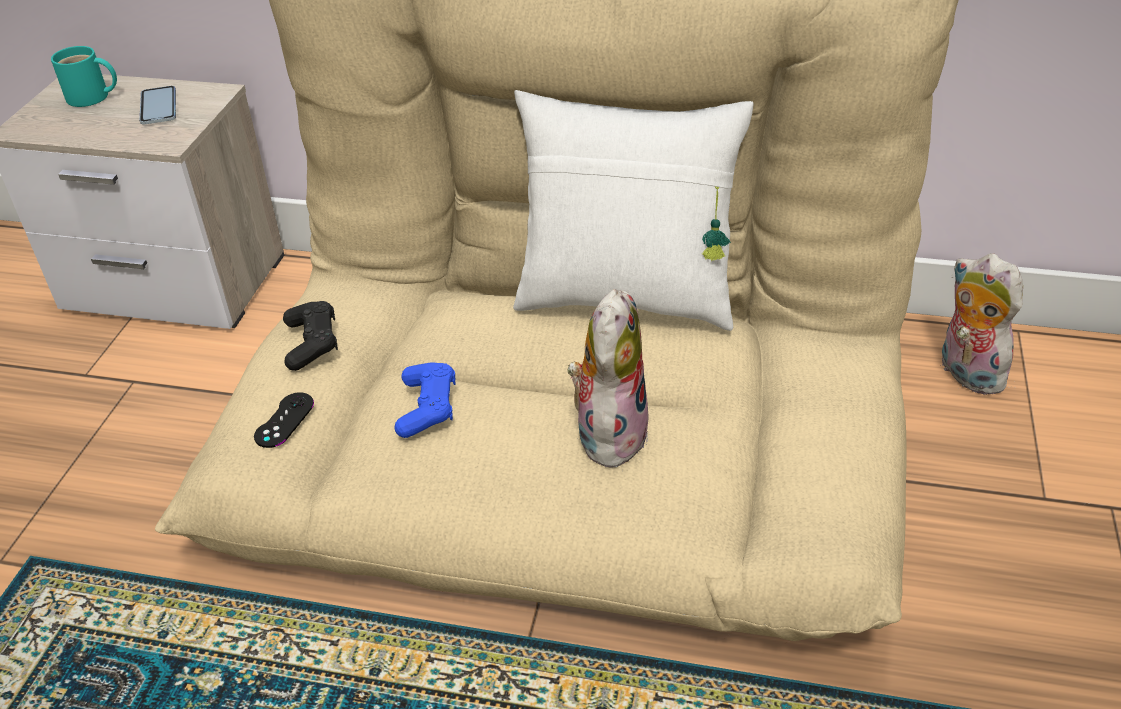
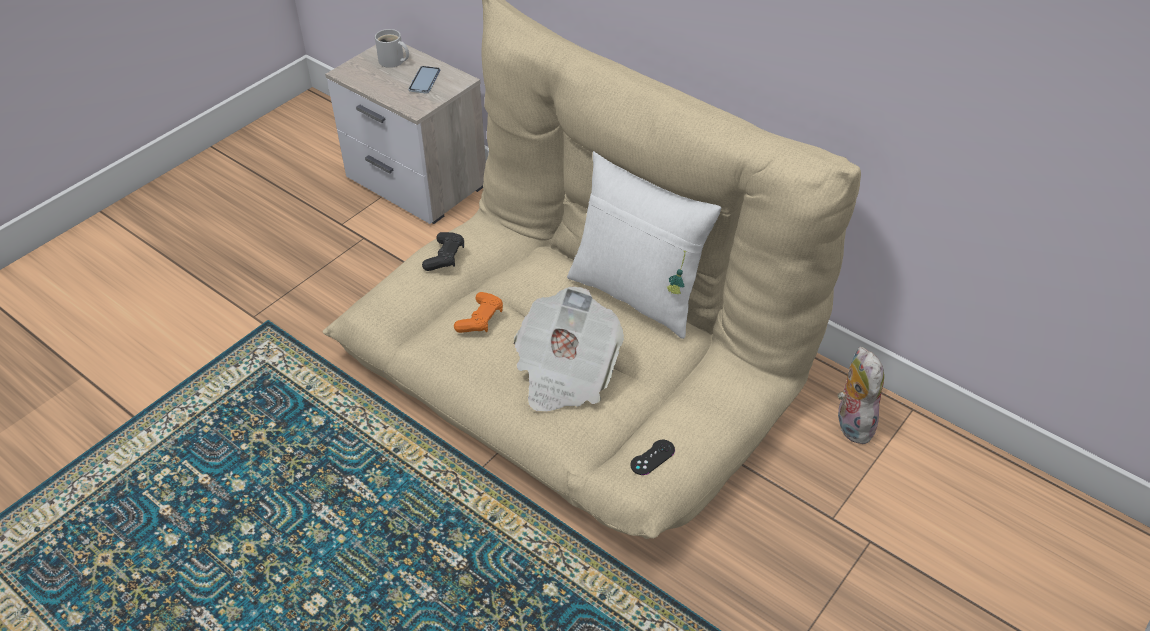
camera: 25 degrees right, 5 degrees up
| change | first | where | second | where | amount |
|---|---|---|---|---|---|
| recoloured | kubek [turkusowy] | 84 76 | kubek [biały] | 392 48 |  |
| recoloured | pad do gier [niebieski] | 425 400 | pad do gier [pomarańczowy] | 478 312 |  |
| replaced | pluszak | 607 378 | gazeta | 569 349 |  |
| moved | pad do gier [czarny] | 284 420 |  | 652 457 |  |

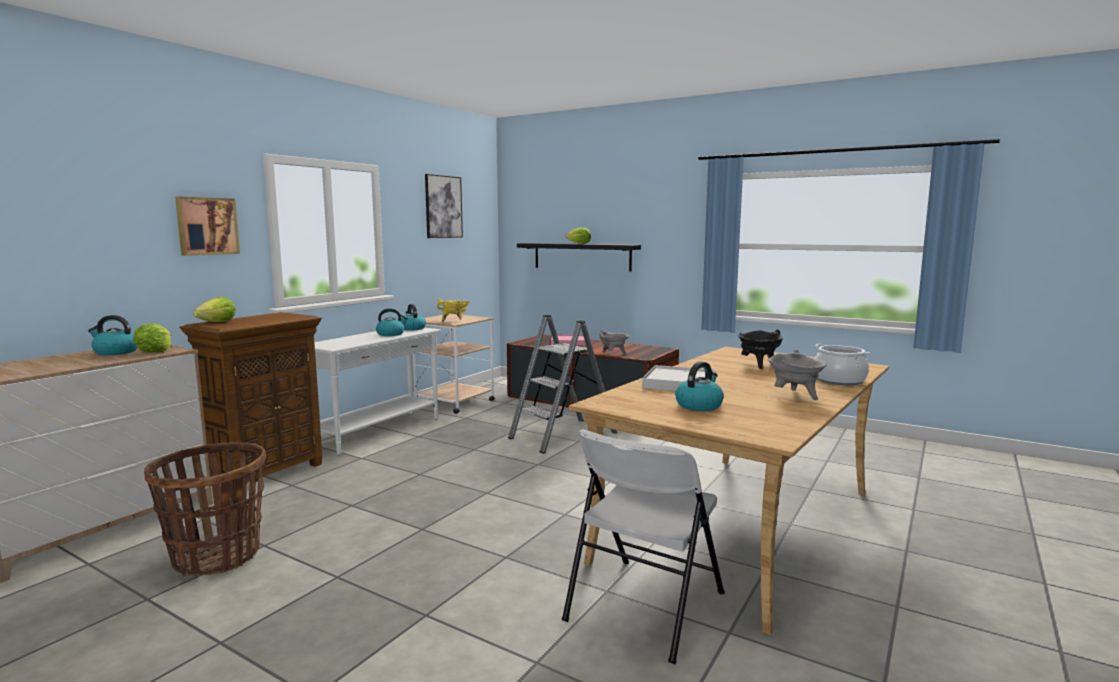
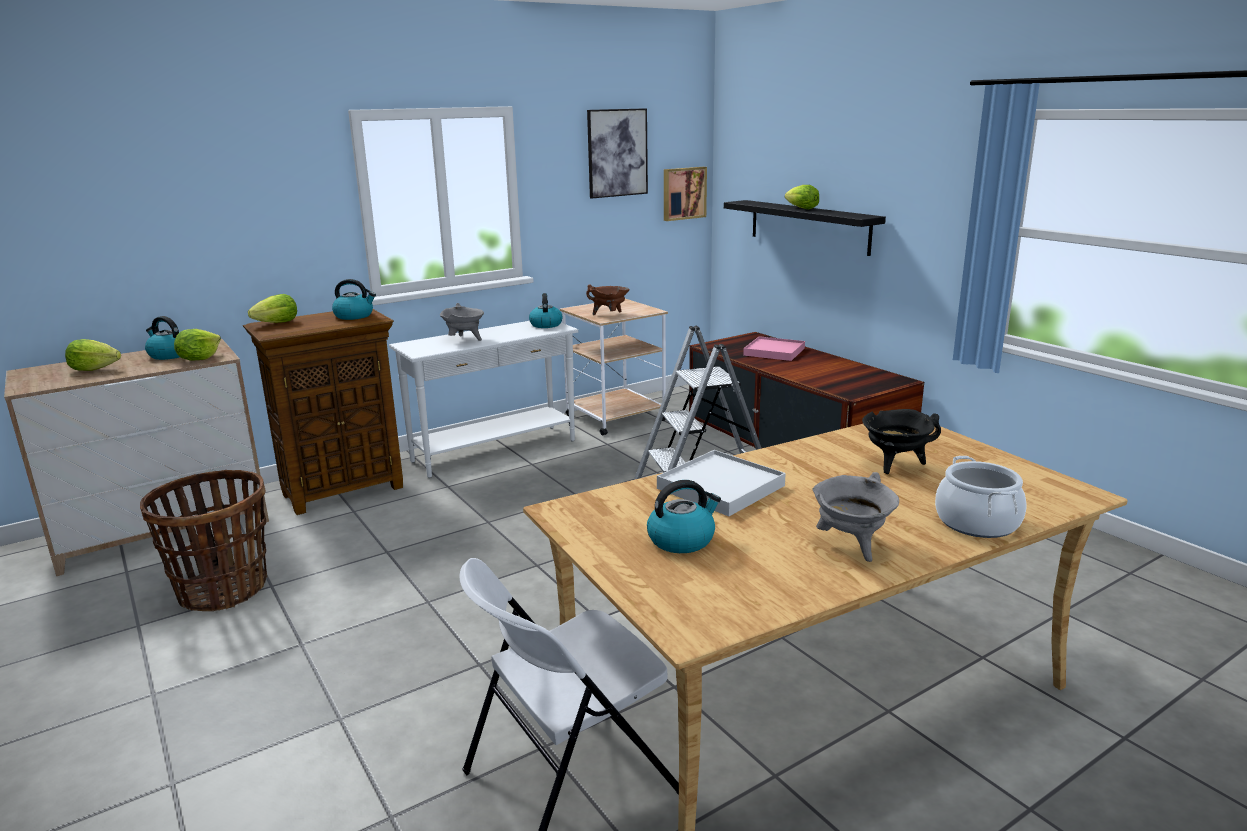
camera: 25 degrees right, 10 degrees up
| change | first | where | second | where | amount |
|---|---|---|---|---|---|
| added |  |  | sałata | 93 355 |  |
| moved | czajnik | 392 322 |  | 354 299 |  |
| moved | garnek [szary] | 614 342 |  | 462 322 |  |
| recoloured | garnek [żółty] | 453 310 | garnek [brązowy] | 608 299 |  |
| moved | obraz | 207 226 |  | 685 194 |  |

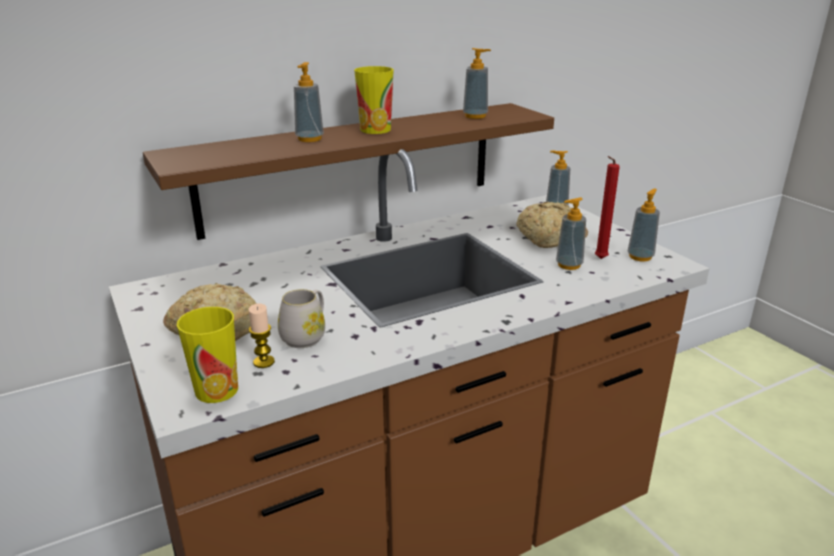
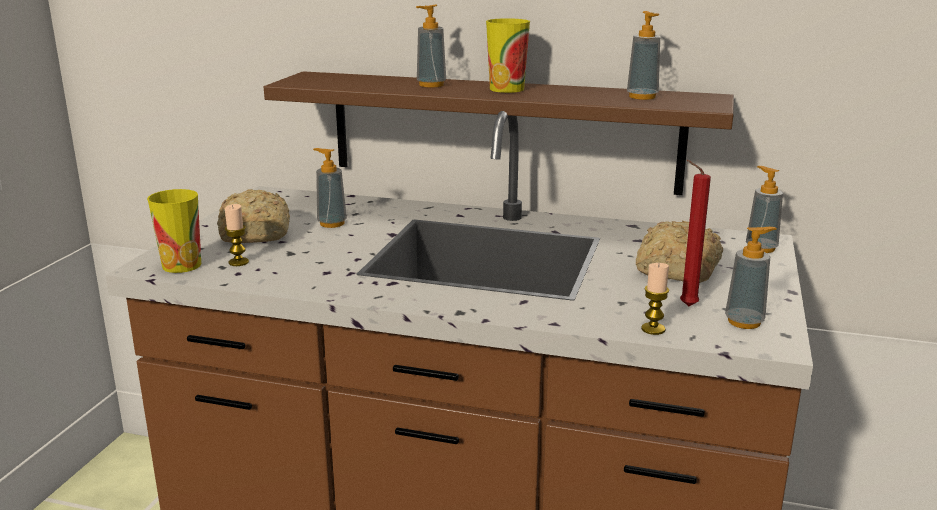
camera: 45 degrees right, 5 degrees down
| change | first | where | second | where | amount |
|---|---|---|---|---|---|
| moved | dozownik mydła | 571 233 |  | 330 188 |  |
| added |  |  | świeca | 655 299 |  |
| removed | kubek [biały] | 301 318 |  |  |  |

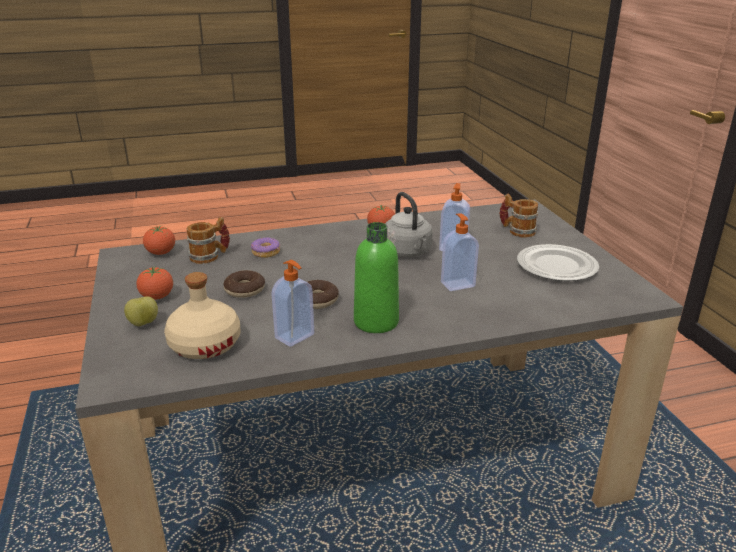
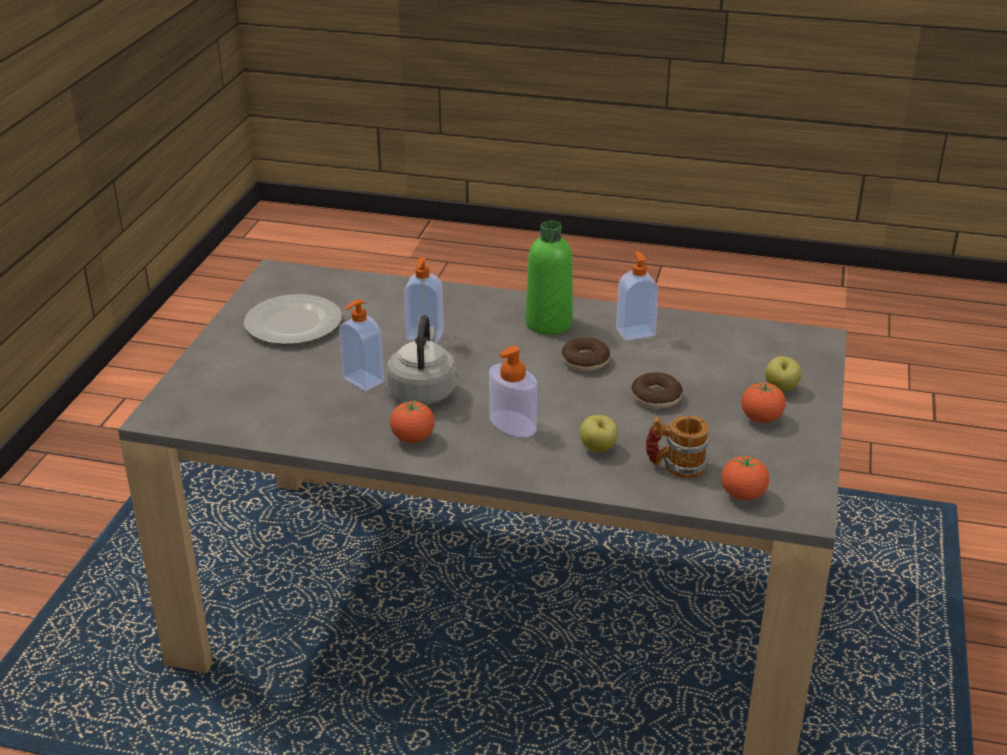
camera: 150 degrees left, 5 degrees up
| change | first | where | second | where | amount |
|---|---|---|---|---|---|
| added |  |  | dozownik mydła | 513 391 |  |
| replaced | donut | 265 248 | jabłko | 599 433 |  |
| removed | butelka [beżowy] | 202 315 |  |  |  |
| removed | kubek | 518 215 |  |  |  |

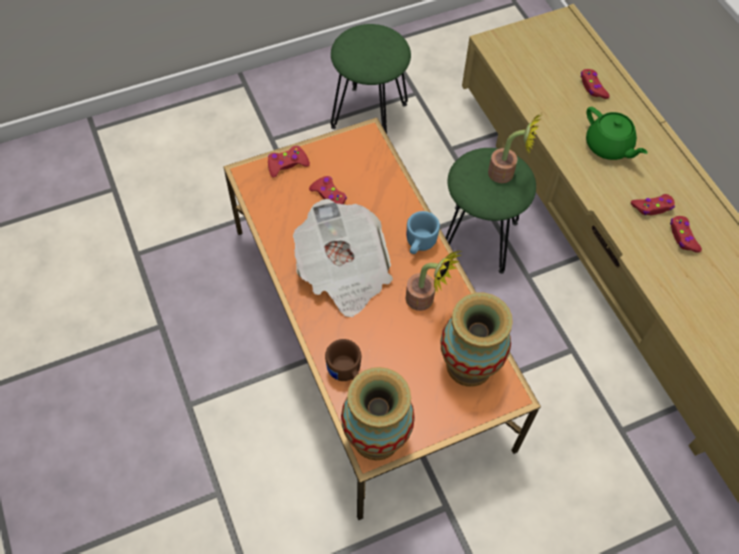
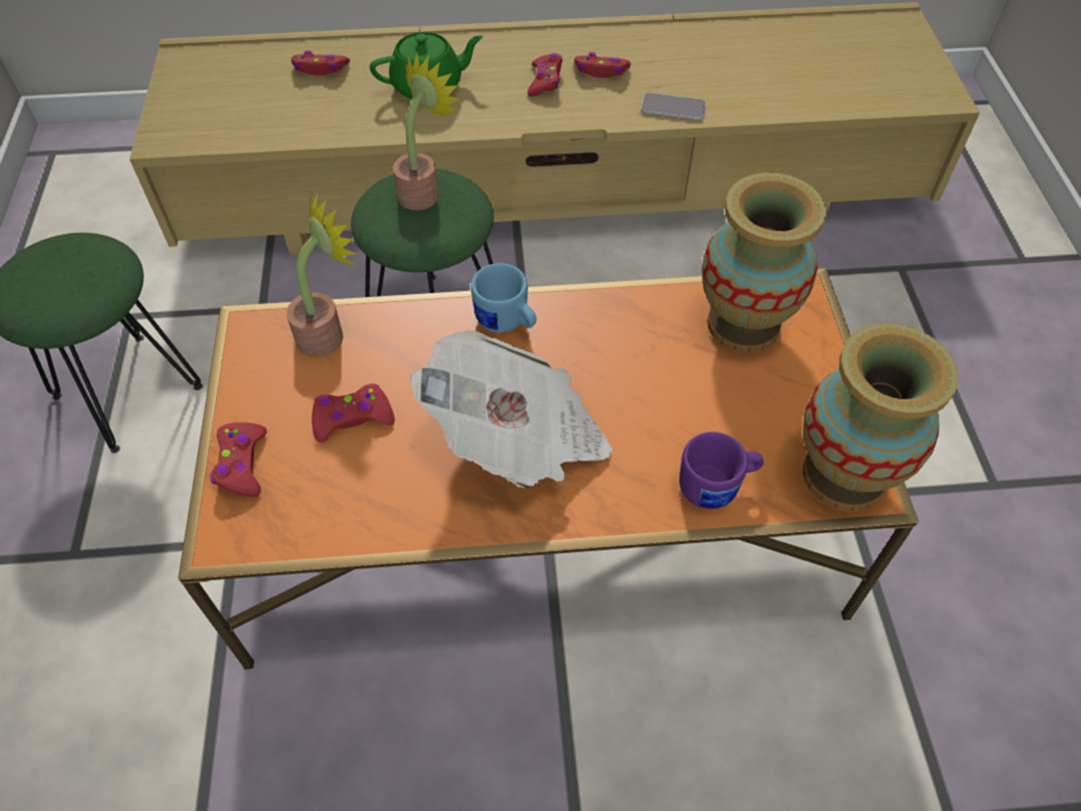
camera: 70 degrees left, 5 degrees down
| change | first | where | second | where | amount |
|---|---|---|---|---|---|
| moved | roślina doniczkowa | 434 280 |  | 322 274 |  |
| added |  |  | telefon | 673 106 |  |
| recoloured | kubek [brązowy] | 343 360 | kubek [fioletowy] | 721 470 |  |

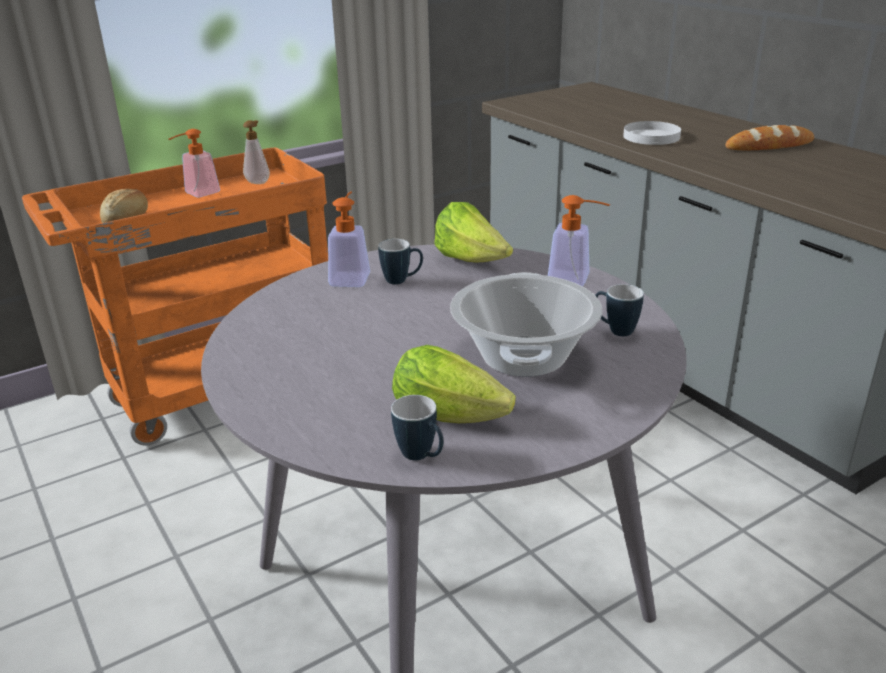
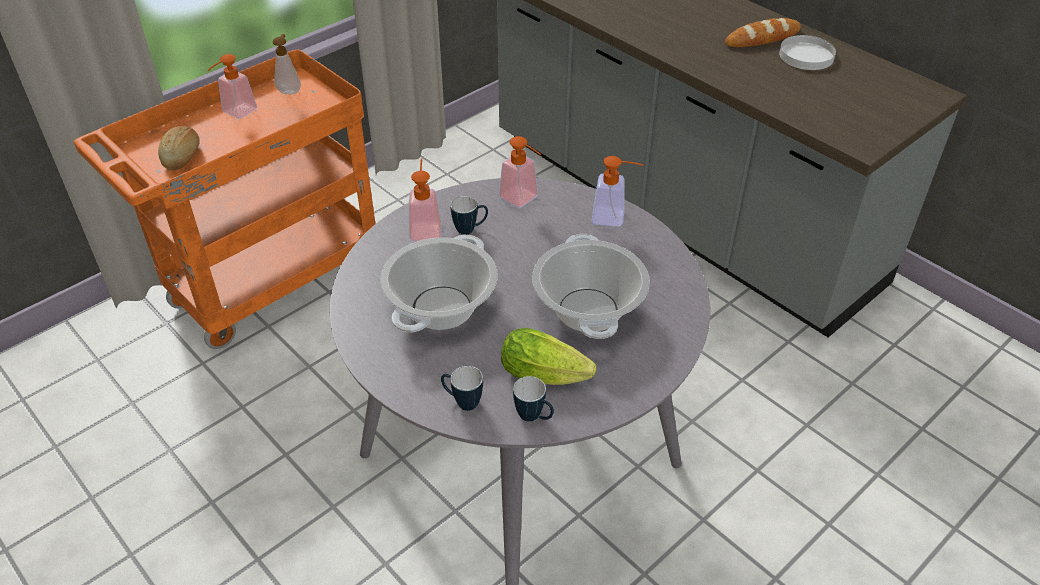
camera: 10 degrees left, 15 degrees up
| change | first | where | second | where | amount |
|---|---|---|---|---|---|
| added |  |  | garnek | 439 284 |  |
| moved | kubek | 619 310 |  | 462 388 |  |
| replaced | sałata | 473 232 | dozownik mydła | 520 172 |  |
| moved | talerz [biały] | 652 133 |  | 807 52 |  |

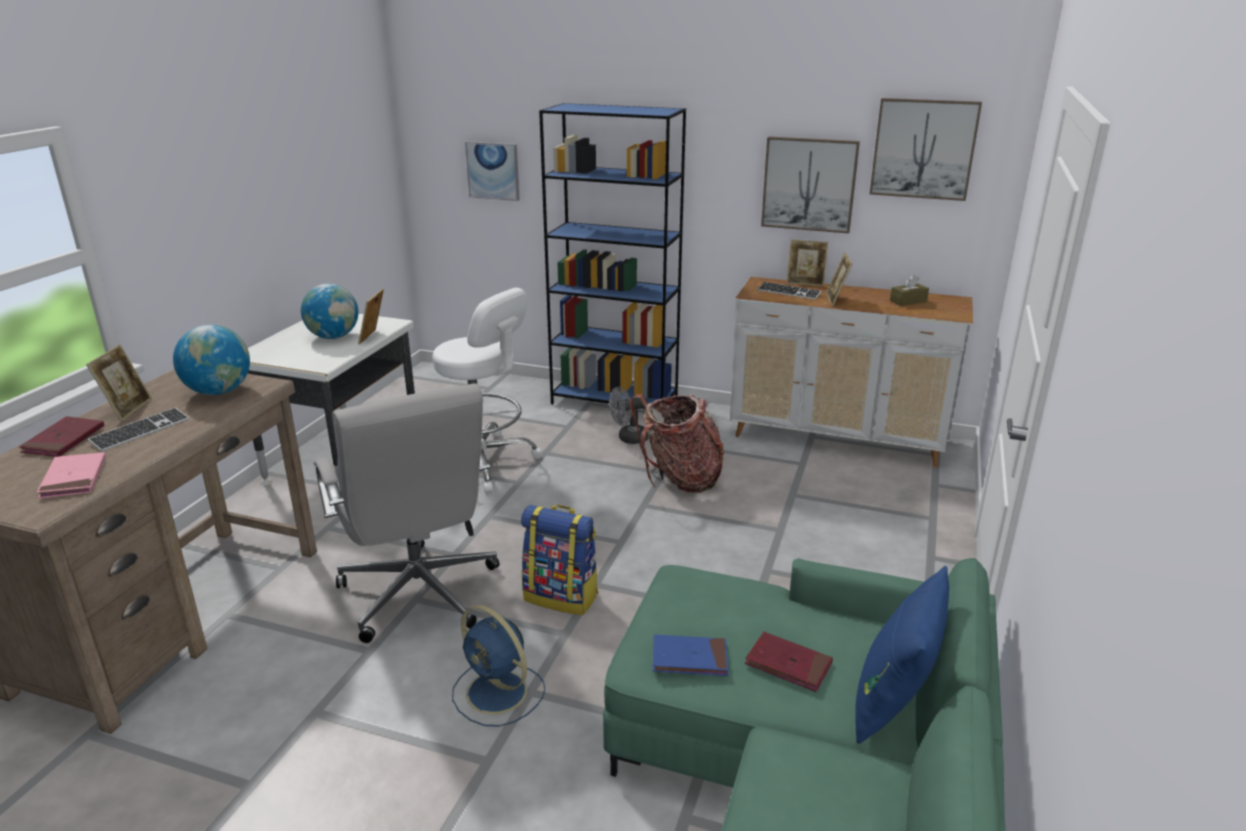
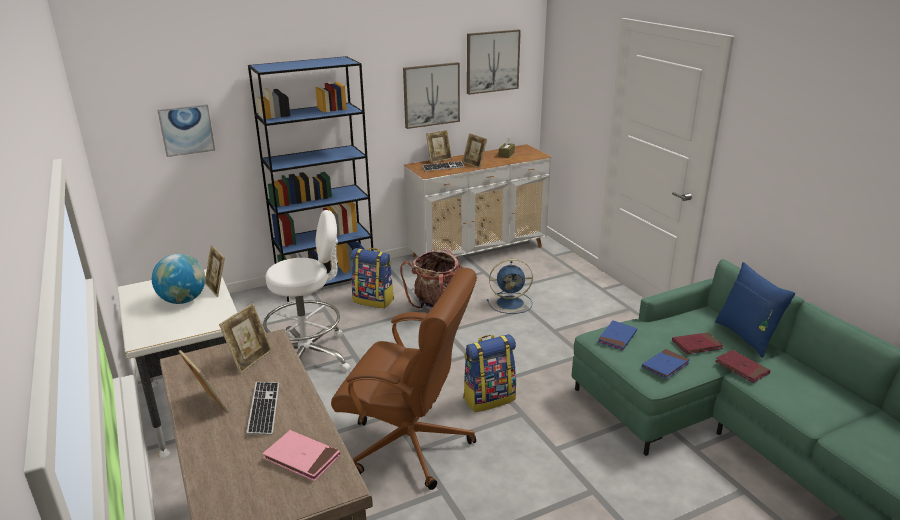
camera: 45 degrees left, 0 degrees up
| change | first | where | second | where | amount |
|---|---|---|---|---|---|
| replaced | globus | 211 360 | ramka na zdjęcie | 245 338 |  |
| recoloured | krzesło biurowe [szary] | 406 513 | krzesło biurowe [brązowy] | 404 379 |  |
| replaced | wentylator [szary] | 629 415 | plecak | 372 278 |  |
| moved | wentylator [niebieski] | 498 666 |  | 510 286 |  |
| added |  |  | książka [niebieski] | 617 335 |  |
| moved | książka [czerwony] | 61 436 |  | 742 366 |  |

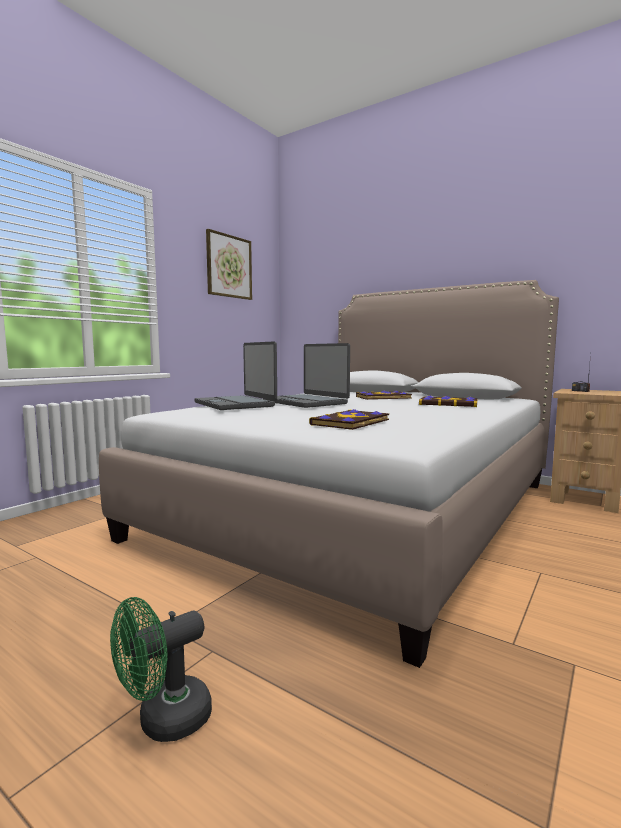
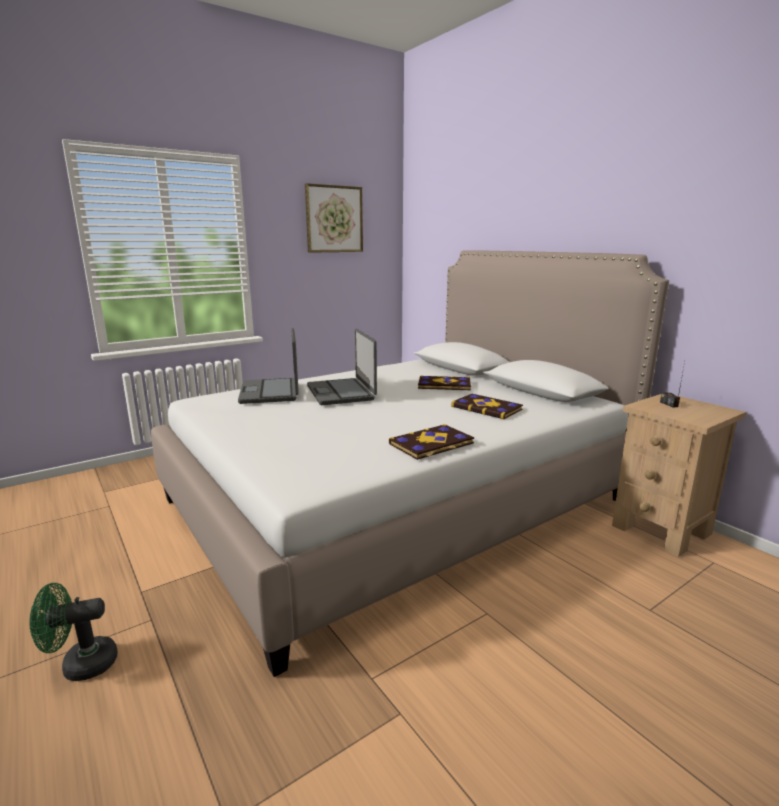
camera: 20 degrees right, 10 degrees up
| change | first | where | second | where | amount |
|---|---|---|---|---|---|
| moved | książka | 349 419 |  | 431 442 |  |

